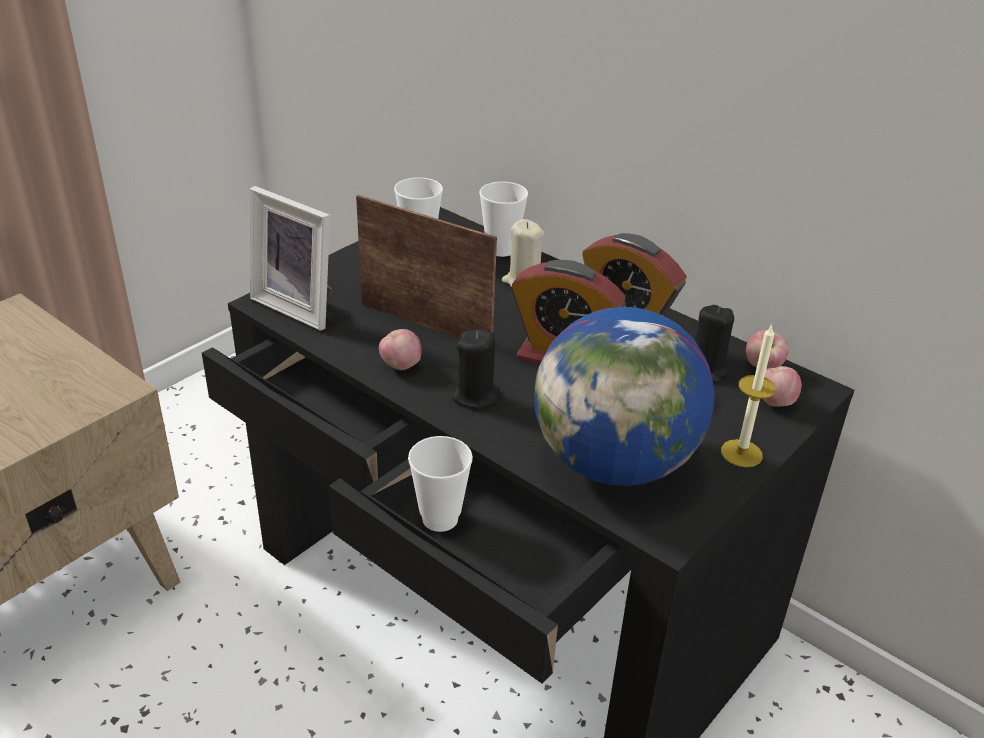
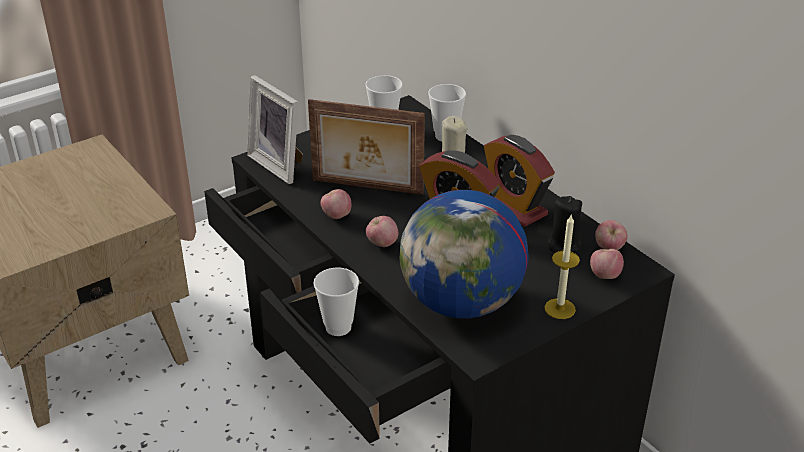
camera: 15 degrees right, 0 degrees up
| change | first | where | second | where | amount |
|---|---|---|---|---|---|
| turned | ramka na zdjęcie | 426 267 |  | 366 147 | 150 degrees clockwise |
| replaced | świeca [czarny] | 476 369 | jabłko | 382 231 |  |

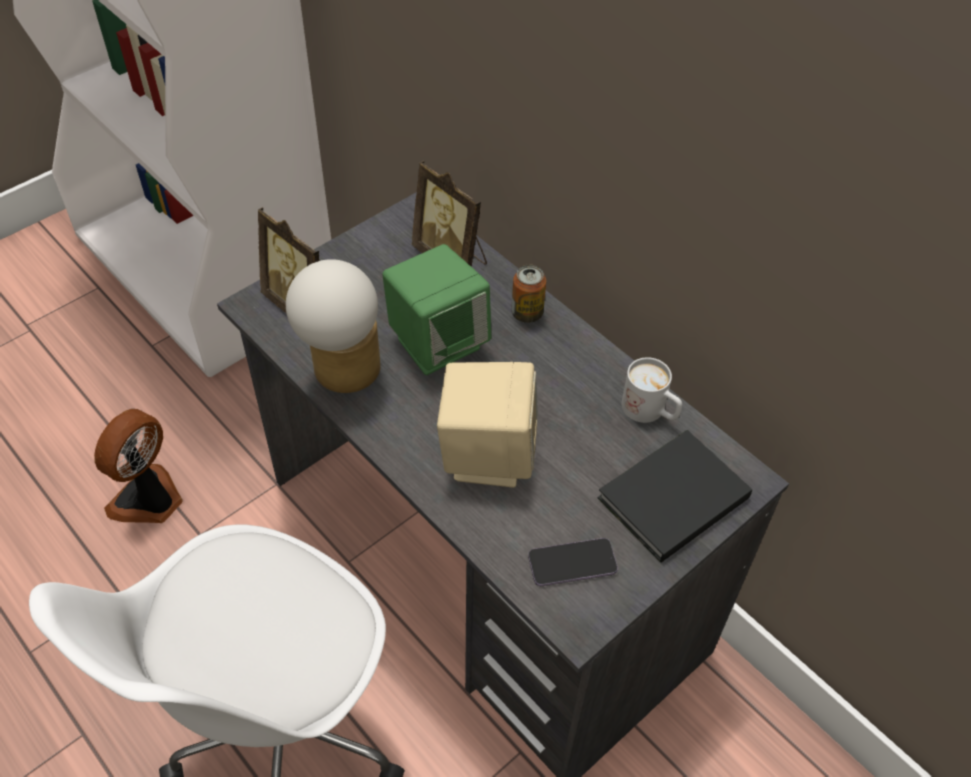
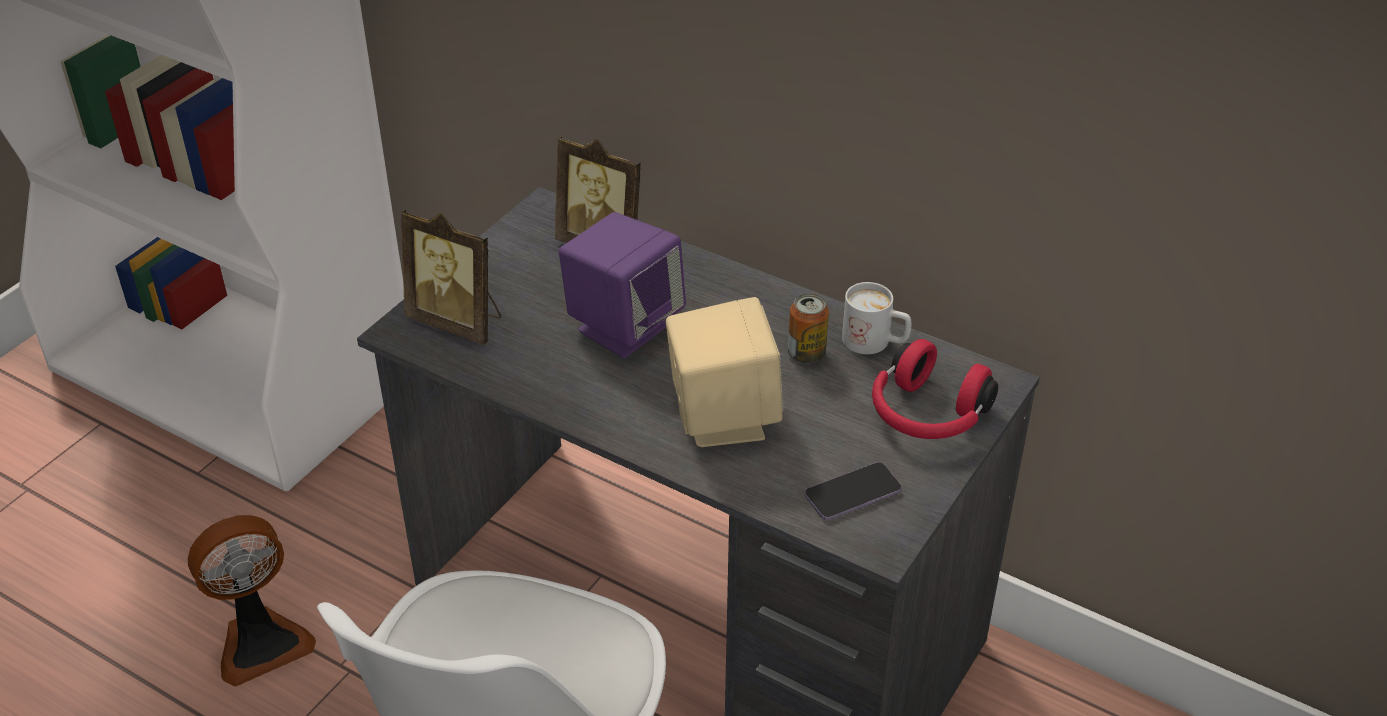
camera: 15 degrees left, 10 degrees down
| change | first | where | second | where | amount |
|---|---|---|---|---|---|
| turned | wentylator | 138 466 |  | 252 601 | 135 degrees counterclockwise |
| recoloured | głośnik [zielony] | 436 309 | głośnik [fioletowy] | 622 285 |  |
| moved | puszka | 528 294 |  | 808 328 |  |
| replaced | książka [czarny] | 675 496 | słuchawki [czerwony] | 935 389 |  |
| removed | lampa stołowa | 333 326 |  |  |  |

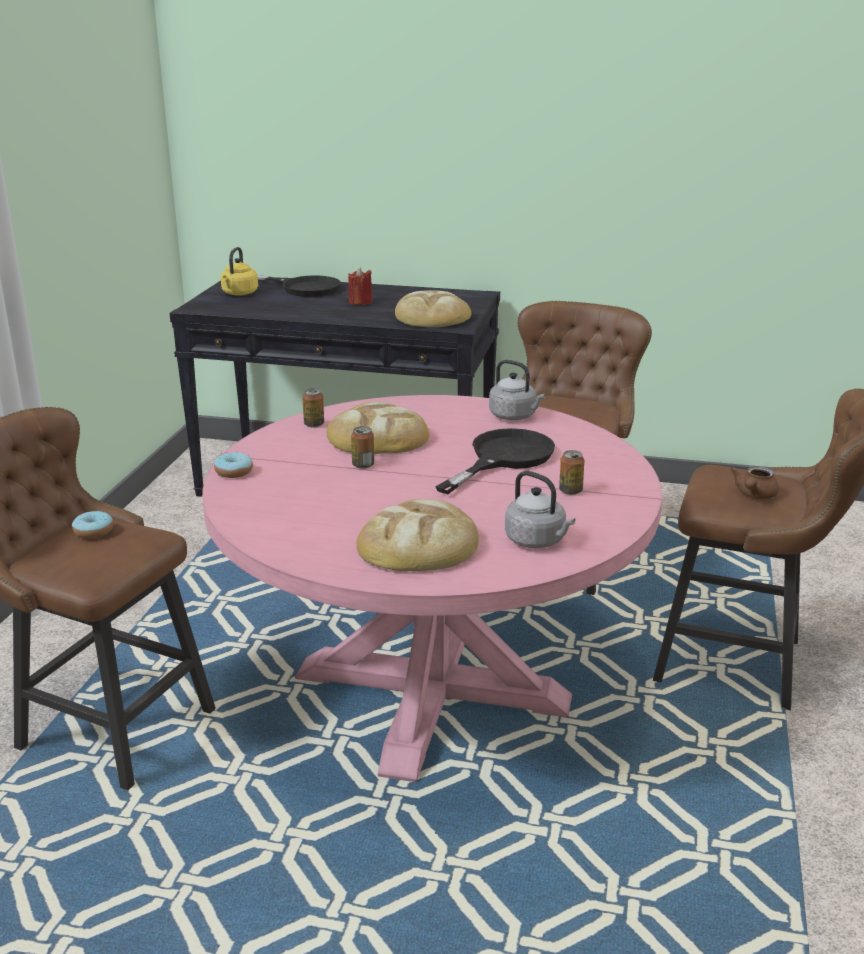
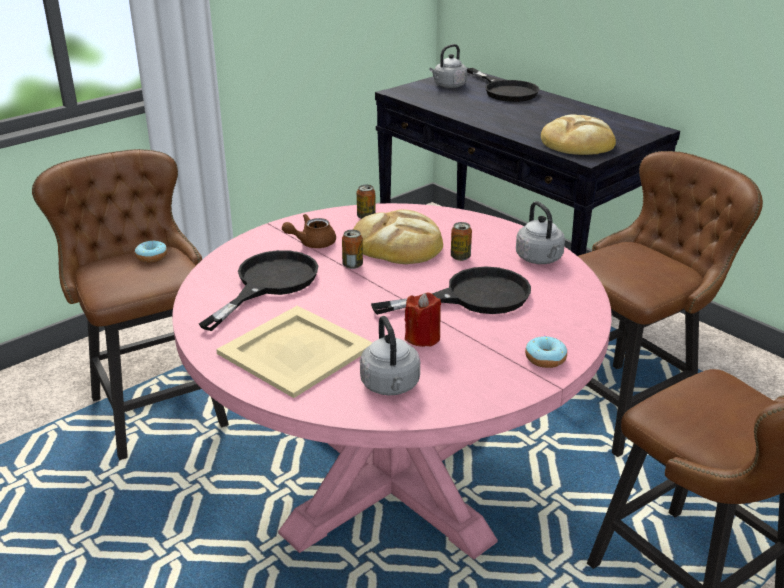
camera: 35 degrees right, 5 degrees up
| change | first | where | second | where | amount |
|---|---|---|---|---|---|
| added |  |  | patelnia [czarny] | 258 290 |  |
| replaced | chleb | 417 535 | taca [beżowy] | 294 352 |  |
| moved | imbryk [brązowy] | 754 482 |  | 309 231 |  |
| moved | świeca [czerwony] | 360 286 |  | 423 320 |  |
| recoloured | czajnik [żółty] | 239 271 | czajnik [szary] | 448 66 |  |
| moved | puszka | 571 472 |  | 461 241 |  |
| moved | donut | 233 465 |  | 546 351 |  |

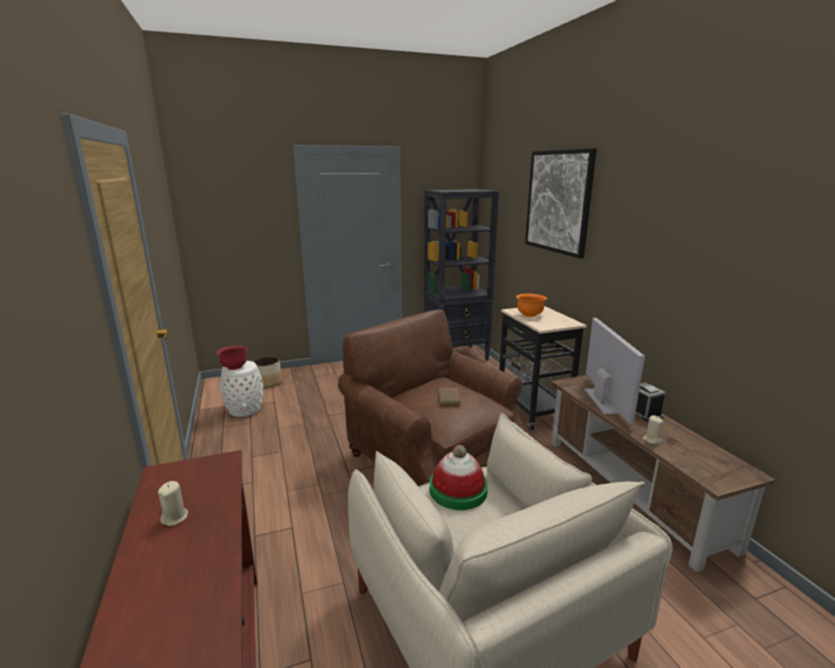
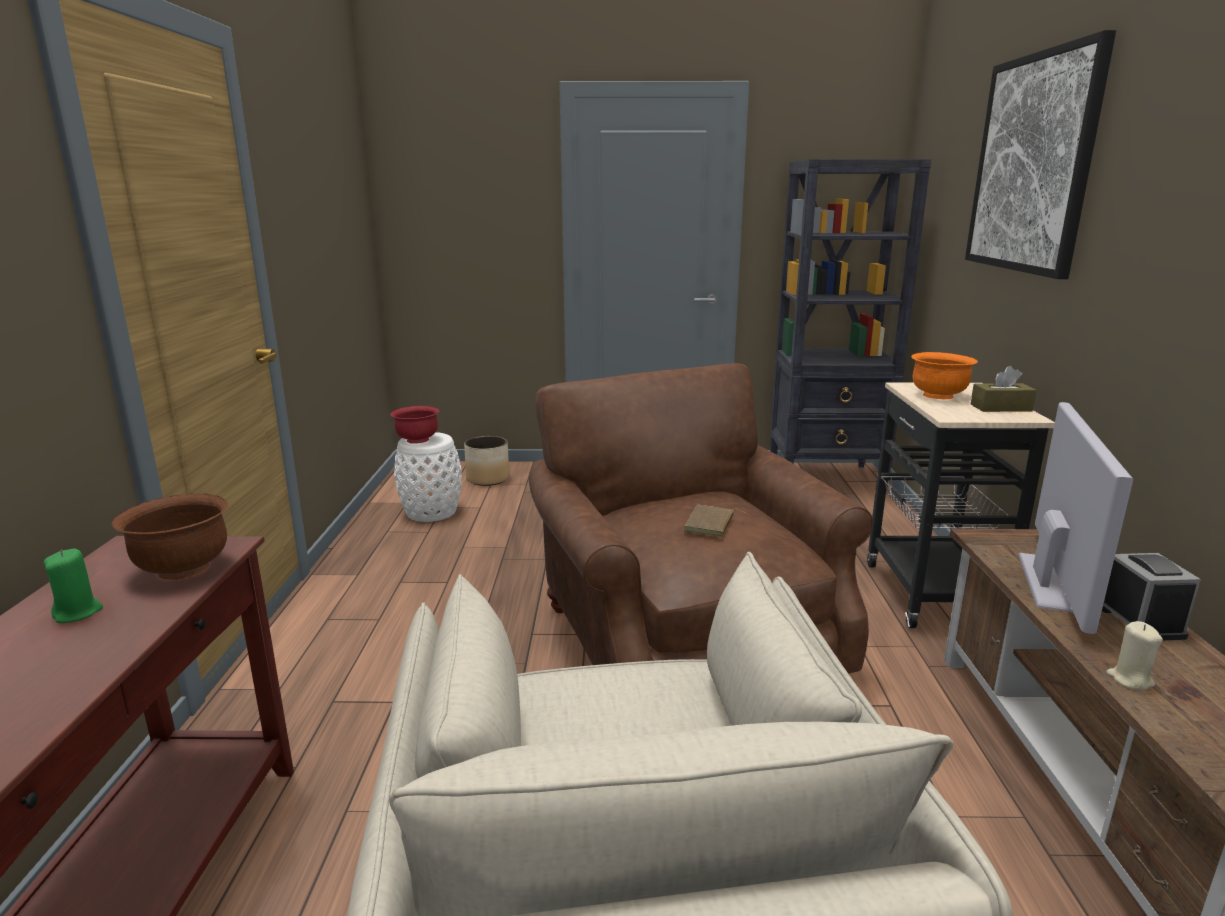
camera: 20 degrees right, 0 degrees up
| change | first | where | second | where | amount |
|---|---|---|---|---|---|
| recoloured | świeca [beżowy] | 173 503 | świeca [zielony] | 73 586 |  |
| added |  |  | miska [brązowy] | 170 536 |  |
| added |  |  | pudełko chusteczek [brązowy] | 1004 389 |  |
| removed | kapelusz | 459 477 |  |  |  |

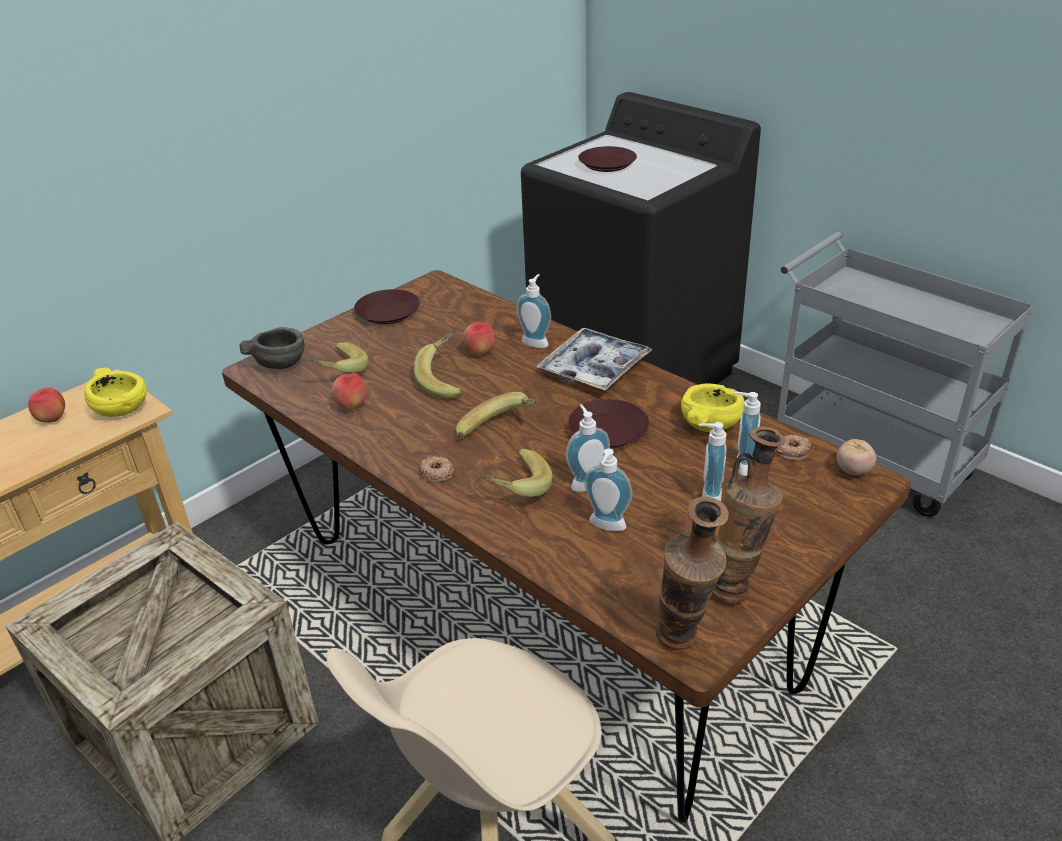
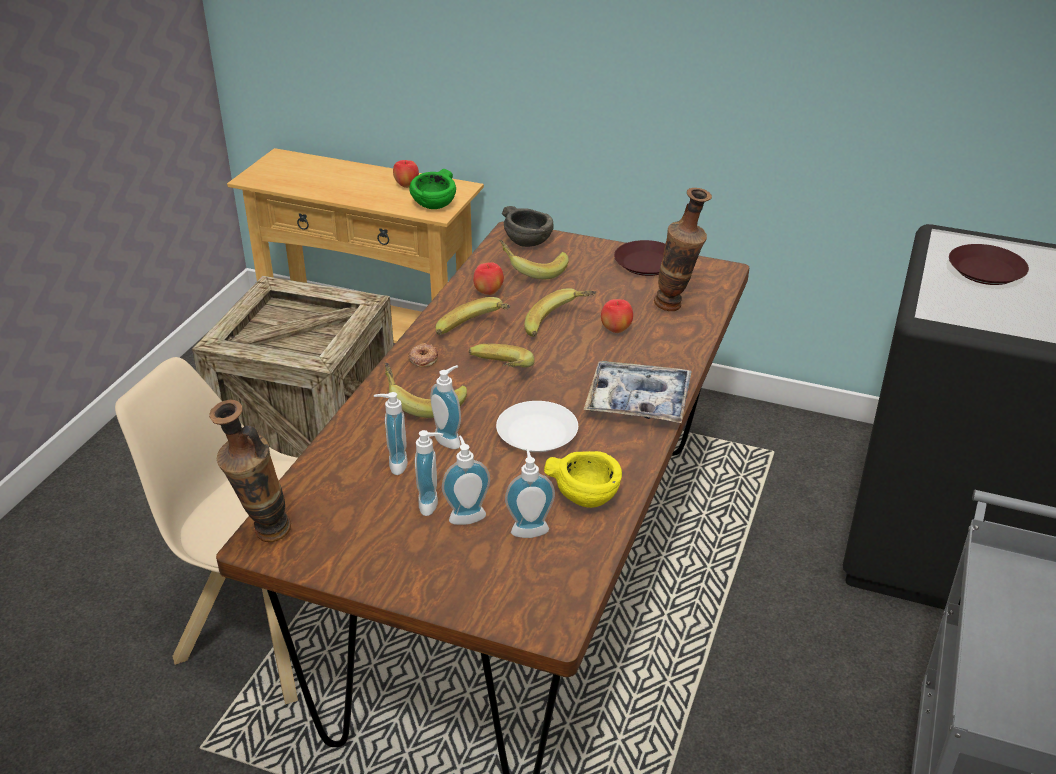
camera: 65 degrees right, 0 degrees up
| change | first | where | second | where | amount |
|---|---|---|---|---|---|
| recoloured | miska [żółty] | 115 392 | miska [zielony] | 432 189 |  |
| moved | dozownik mydła | 534 311 |  | 429 473 |  |
| added |  |  | banan | 473 316 |  |
| recoloured | talerz [brązowy] | 608 423 | talerz [biały] | 537 426 |  |
| moved | wazon | 749 515 |  | 683 249 |  |
| removed | donut | 793 447 |  |  |  |
| removed | pomidor | 856 457 |  |  |  |

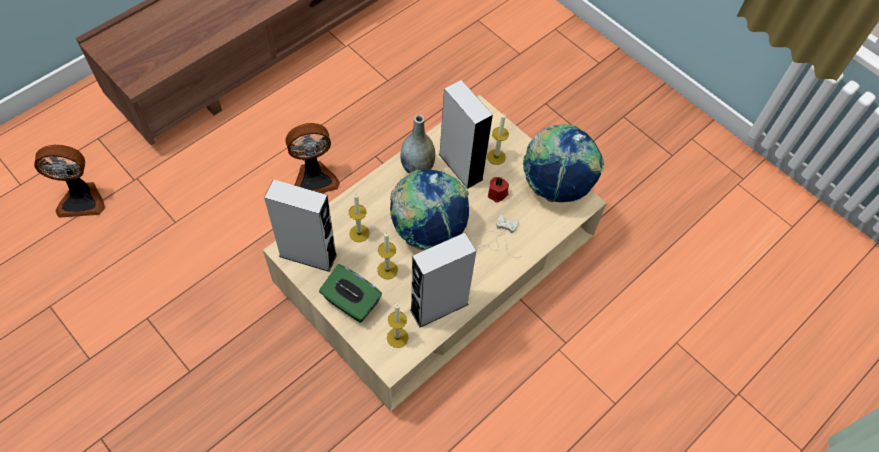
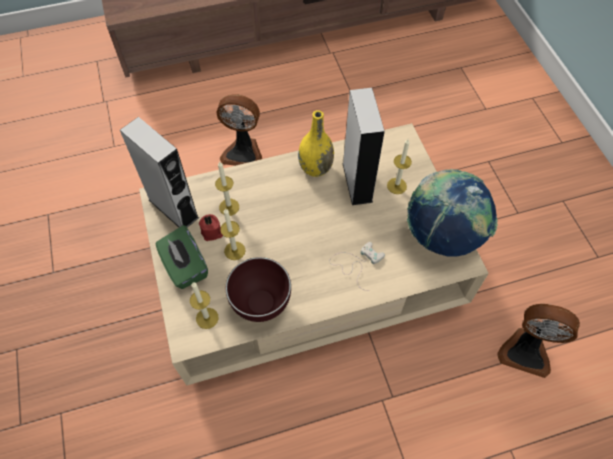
camera: 30 degrees right, 0 degrees up
| change | first | where | second | where | amount |
|---|---|---|---|---|---|
| moved | świeca [czerwony] | 498 190 |  | 211 227 |  |
| replaced | głośnik [szary] | 443 280 | miska [brązowy] | 258 289 |  |
| recoloured | wazon [szary] | 417 144 | wazon [żółty] | 316 143 |  |
| moved | wentylator | 69 181 |  | 538 341 |  |
| removed | globus | 429 209 |  |  |  |

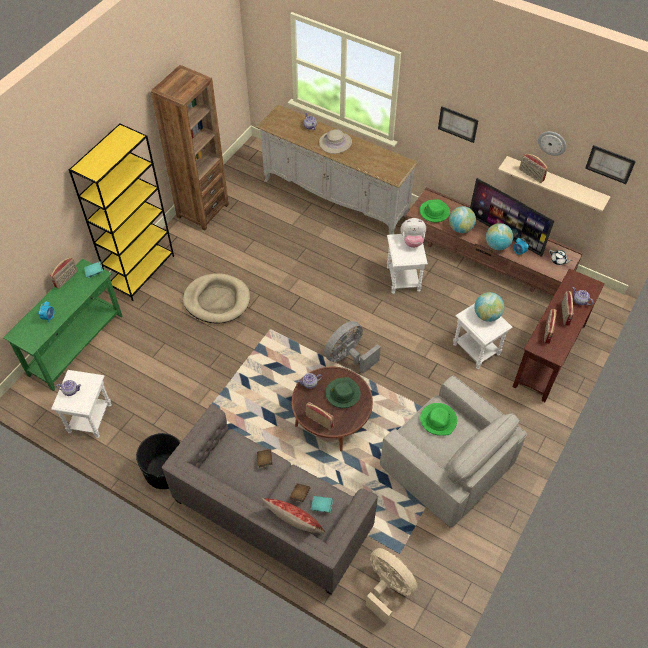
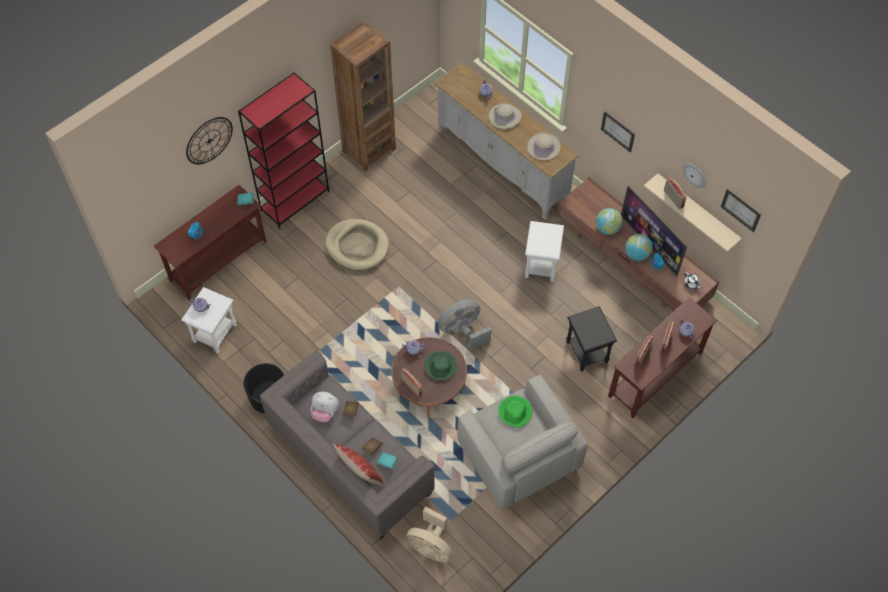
camera: 15 degrees right, 5 degrees up
| change | first | where | second | where | amount |
|---|---|---|---|---|---|
| recoloured | stolik konsolowy [zielony] | 63 325 | stolik konsolowy [brązowy] | 210 242 |  |
| added |  |  | zegar ścienny | 209 141 |  |
| recoloured | regał [żółty] | 121 212 | regał [czerwony] | 283 150 |  |
| moved | pluszak | 413 233 |  | 325 407 |  |
| turned | wentylator [beżowy] | 391 586 |  | 429 535 | 150 degrees clockwise |
| added |  |  | kapelusz [beżowy] | 544 147 |  |
| recoloured | stolik [biały] | 483 336 | stolik [czarny] | 591 339 |  |
| removed | radio | 64 273 |  |  |  |
| removed | kapelusz [zielony] | 435 210 |  |  |  |
| removed | globus | 489 307 |  |  |  |

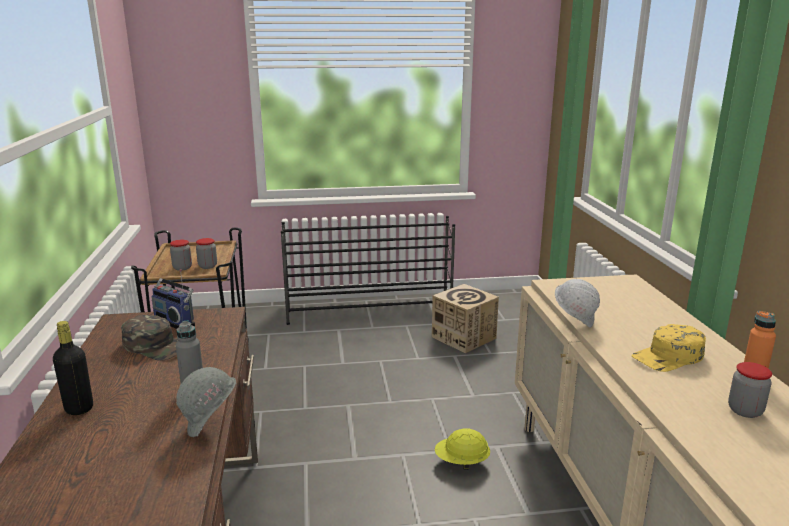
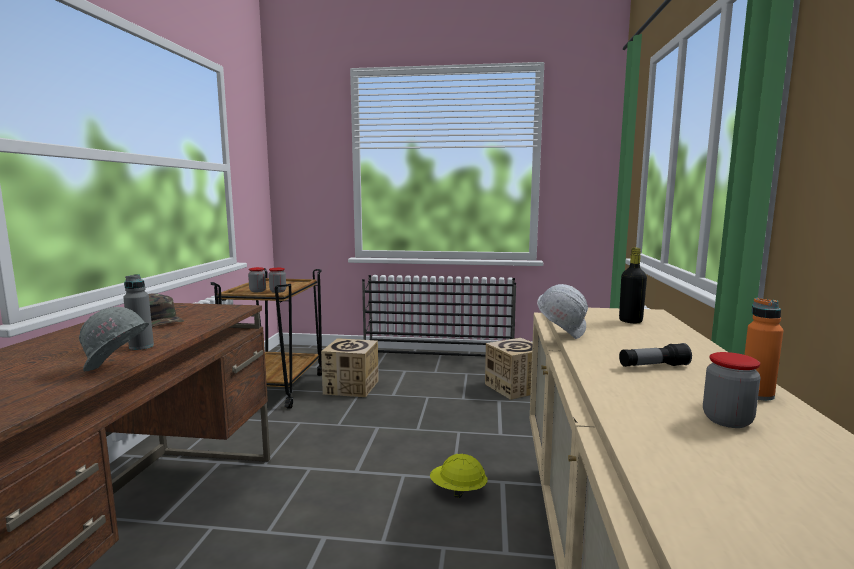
camera: 15 degrees right, 10 degrees down
| change | first | where | second | where | amount |
|---|---|---|---|---|---|
| added |  |  | karton | 350 367 |  |
| moved | butelka [czarny] | 73 368 |  | 633 285 |  |
| replaced | czapka z daszkiem [żółty] | 669 348 | latarka | 655 355 |  |
| removed | radio | 173 299 |  |  |  |

